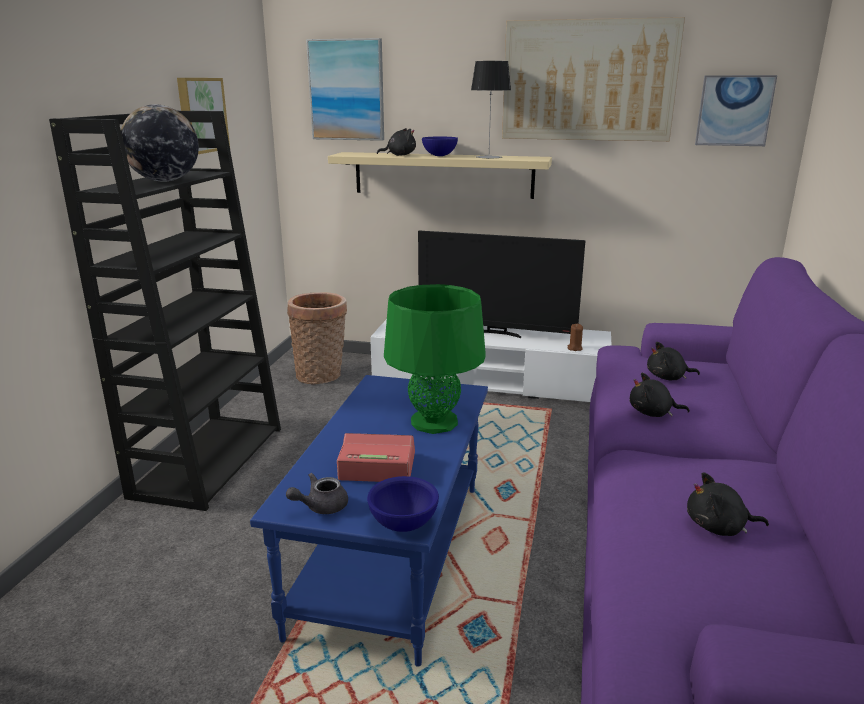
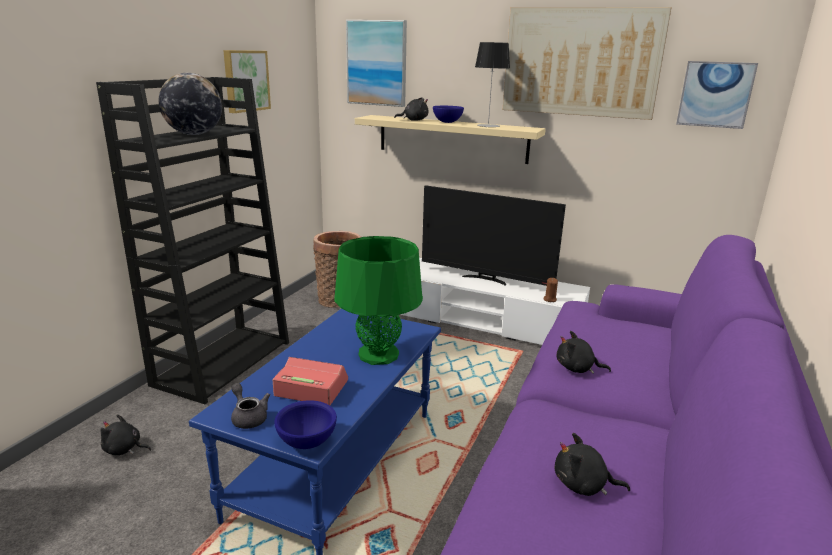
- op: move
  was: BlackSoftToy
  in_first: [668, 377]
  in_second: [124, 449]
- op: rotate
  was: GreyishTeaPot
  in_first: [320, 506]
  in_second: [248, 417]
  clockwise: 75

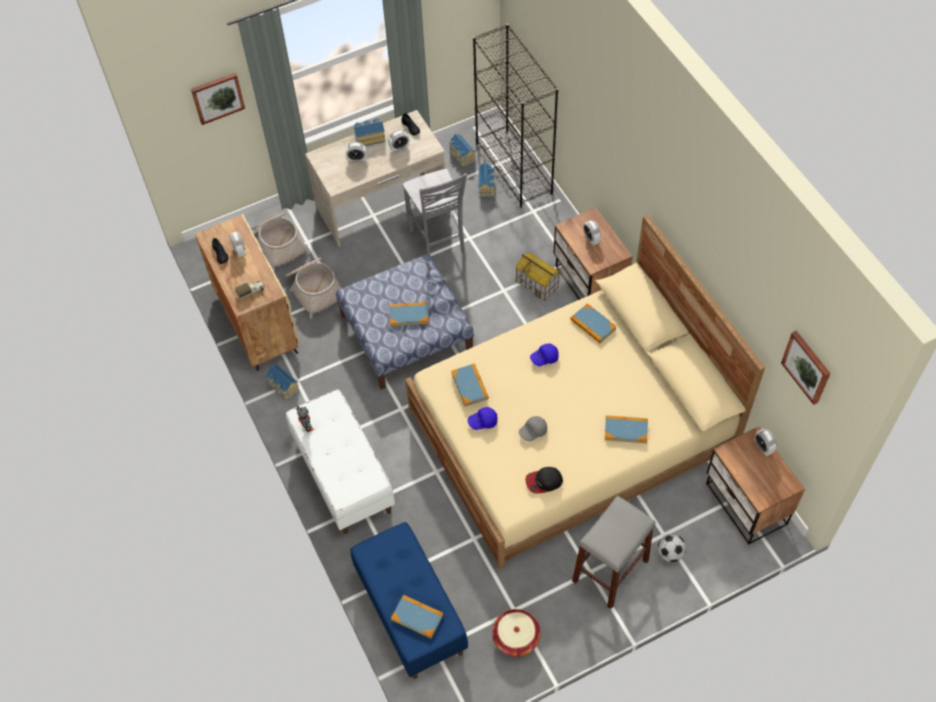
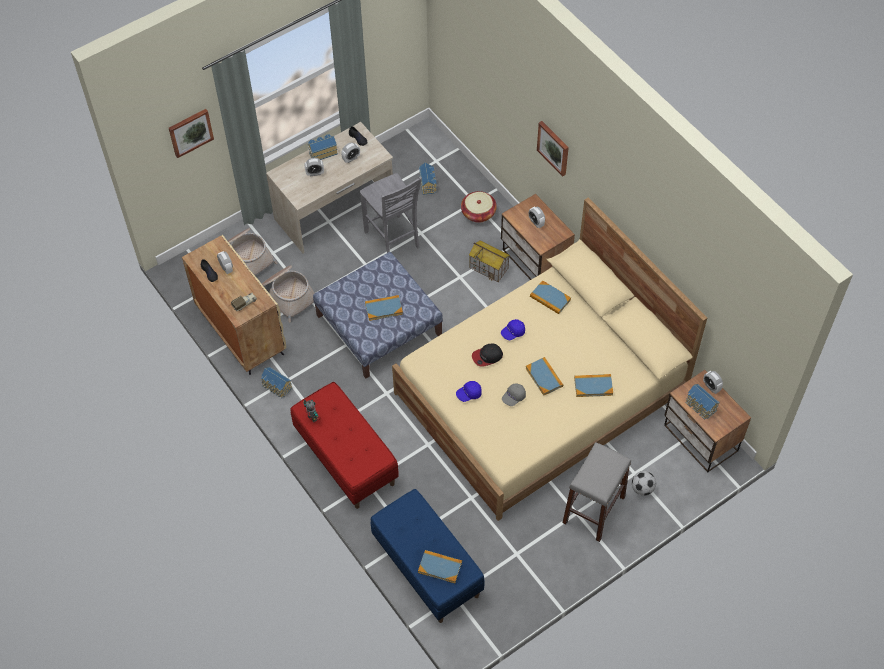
- op: delete
  was: BlackBookcase
  in_first: [514, 168]
- op: move
  was: ToyHouse
  in_first: [461, 156]
  in_second: [700, 406]
- op: move
  was: WallArt
  in_first: [807, 366]
  in_second: [553, 147]
- op: move
  was: BoundBook
  in_first: [470, 386]
  in_second: [544, 377]
- op: recolor
  was: WhiteColouredLongSeat
  now: ReddishLongSeat
  in_first: [343, 475]
  in_second: [345, 458]
- op: move
  was: PeakedCap
  in_first: [544, 481]
  in_second: [487, 356]
- op: move
  was: StorageBasket
  in_first: [516, 638]
  in_second: [478, 213]

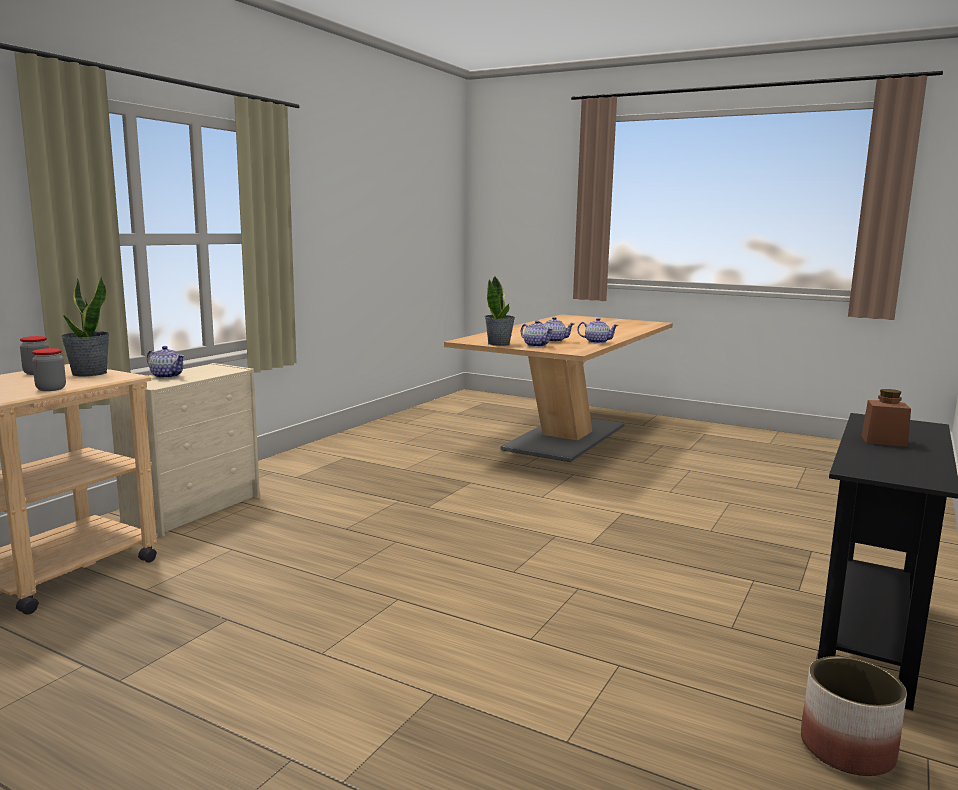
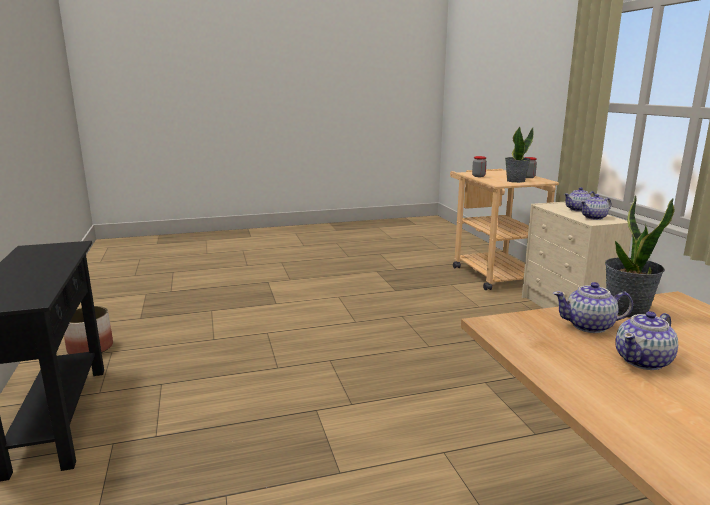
- op: move
  was: TeaPot
  in_first: [596, 342]
  in_second: [594, 218]
- op: delete
  was: BrownishPreserveJar
  in_first: [883, 441]

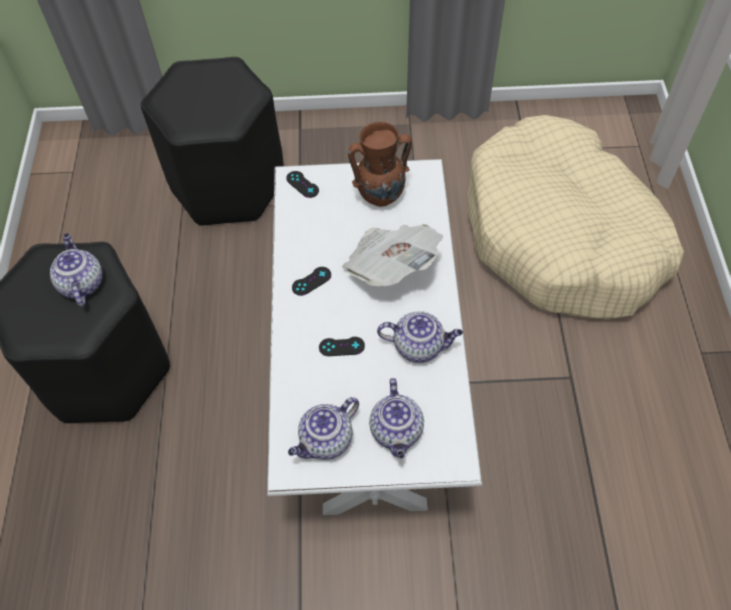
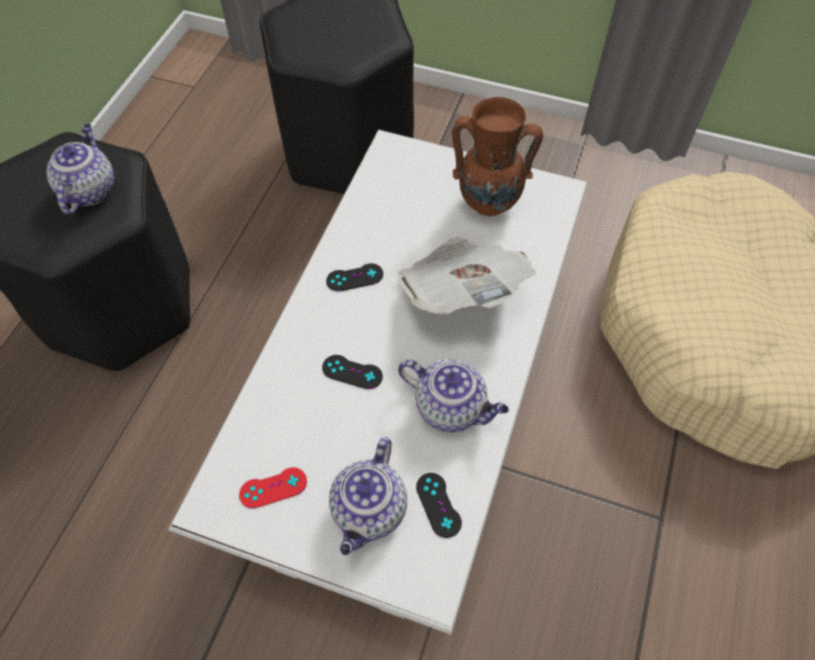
- op: move
  was: BlackGamepad
  in_first: [302, 184]
  in_second: [438, 505]
- op: replace
  was: TeaPot
  now: ReddishGamepad
  in_first: [326, 441]
  in_second: [273, 488]

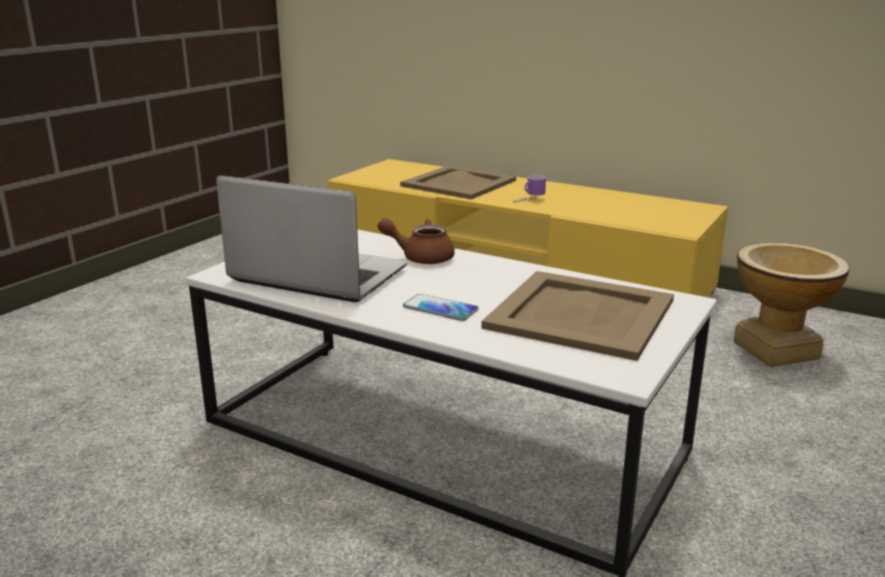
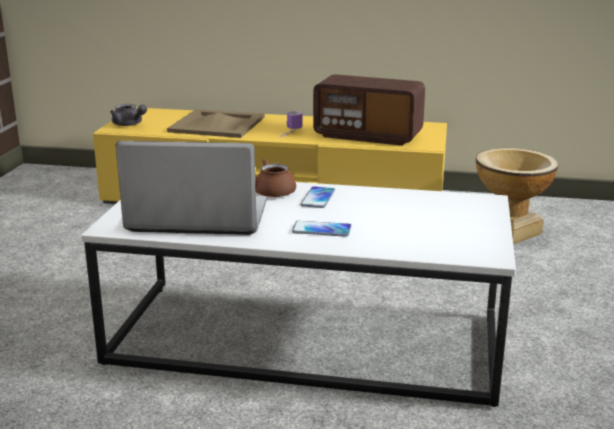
- op: delete
  was: BeigeColouredTray
  in_first: [579, 314]
- op: insert
  now: RadioReceiver
  in_second: [368, 136]
- op: insert
  now: GreyishTeaPot
  in_second: [129, 124]
- op: insert
  now: Telephone
  in_second: [318, 198]

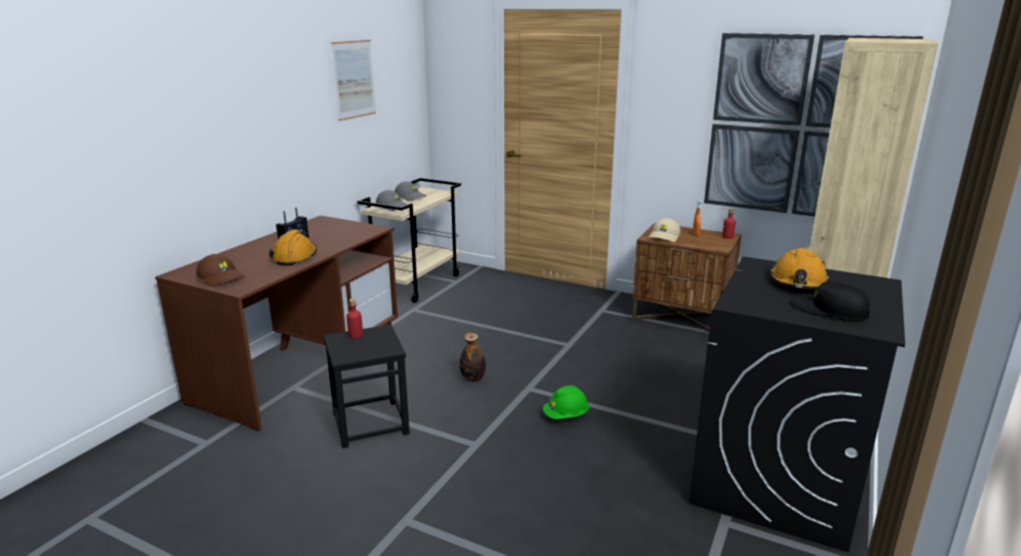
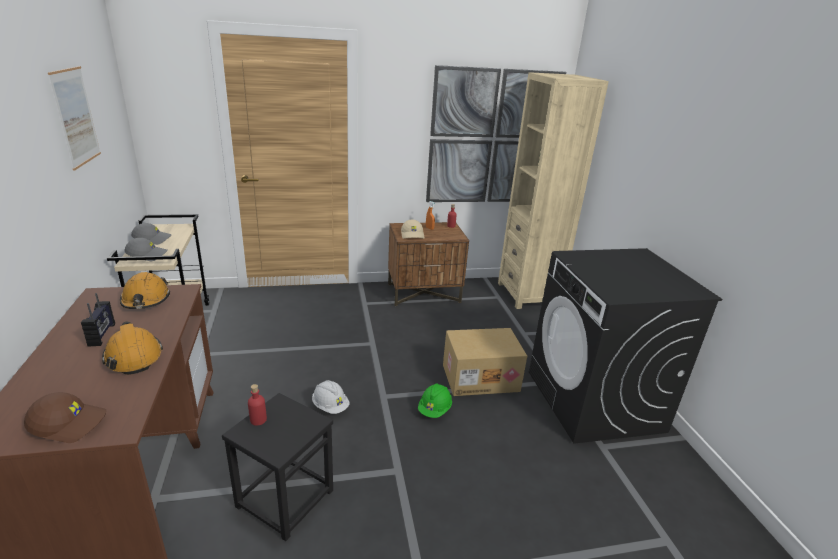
- op: move
  was: OrangeColouredWorkHelmet
  in_first: [798, 282]
  in_second: [146, 300]
- op: delete
  was: BlackPeakedCap
  in_first: [829, 310]
- op: replace
  was: DrinkBottle
  now: WhiteColouredWorkHelmet
  in_first: [473, 378]
  in_second: [330, 406]
- op: insert
  now: Carton
  in_second: [480, 377]

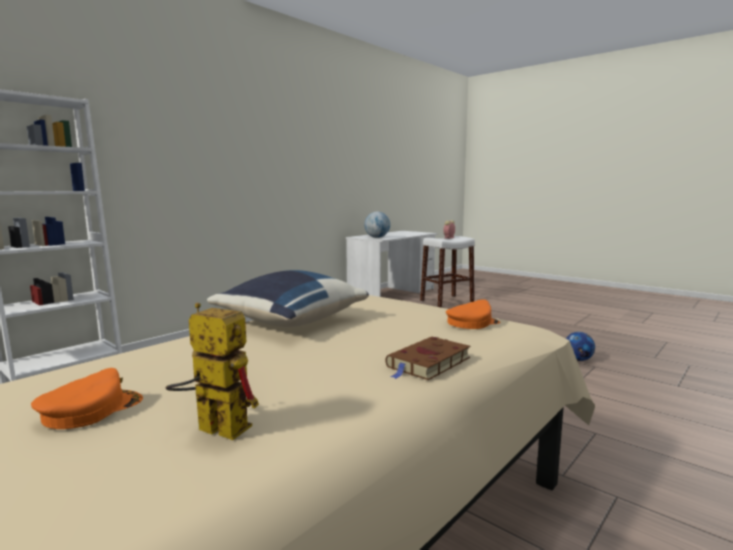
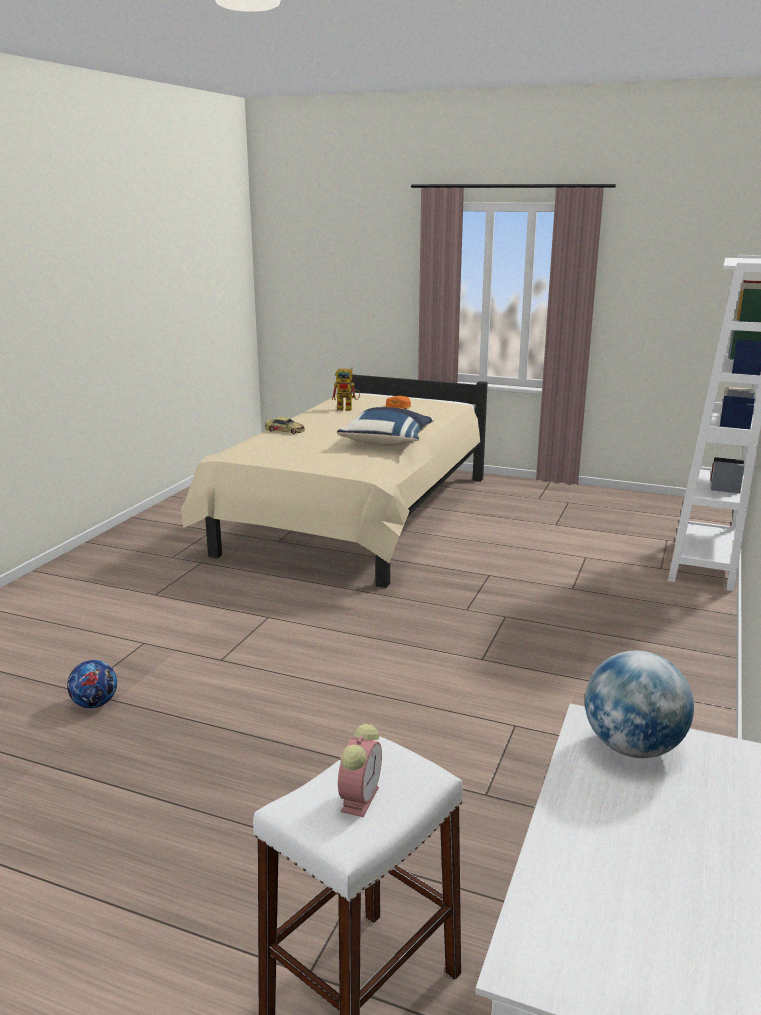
- op: delete
  was: OrangeColouredPeakedCap
  in_first: [472, 323]
- op: replace
  was: BrownishBoundBook
  now: MiniatureCar
  in_first: [428, 363]
  in_second: [285, 430]

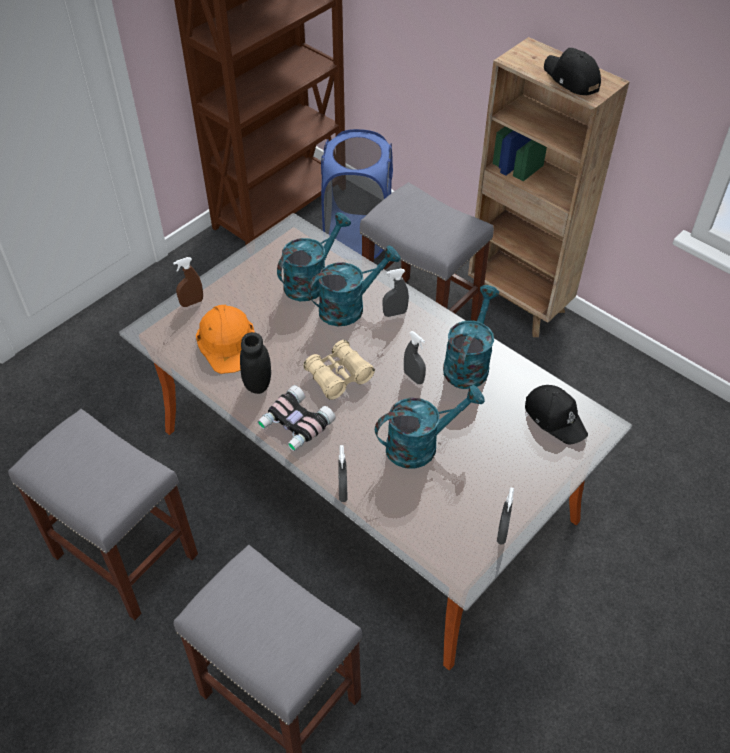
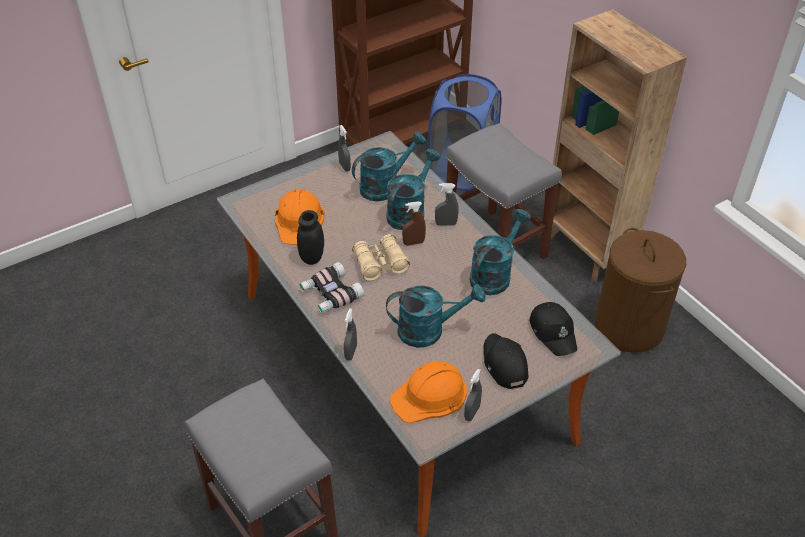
- op: move
  was: BlackPeakedCap
  in_first: [571, 79]
  in_second: [504, 364]
- op: rotate
  was: BlueGreenWateringPot
  in_first: [349, 306]
  in_second: [409, 212]
  clockwise: -45
- op: move
  was: BrownishSprayBottle
  in_first: [192, 302]
  in_second: [413, 242]
- op: move
  was: GreyishSprayBottle
  in_first: [413, 377]
  in_second: [344, 167]
- op: delete
  was: GreyishSittingStool
  in_first: [123, 555]
- op: insert
  now: BrownishHamper
  in_second: [629, 327]
- op: insert
  now: OrangeColouredWorkHelmet
  in_second: [430, 395]

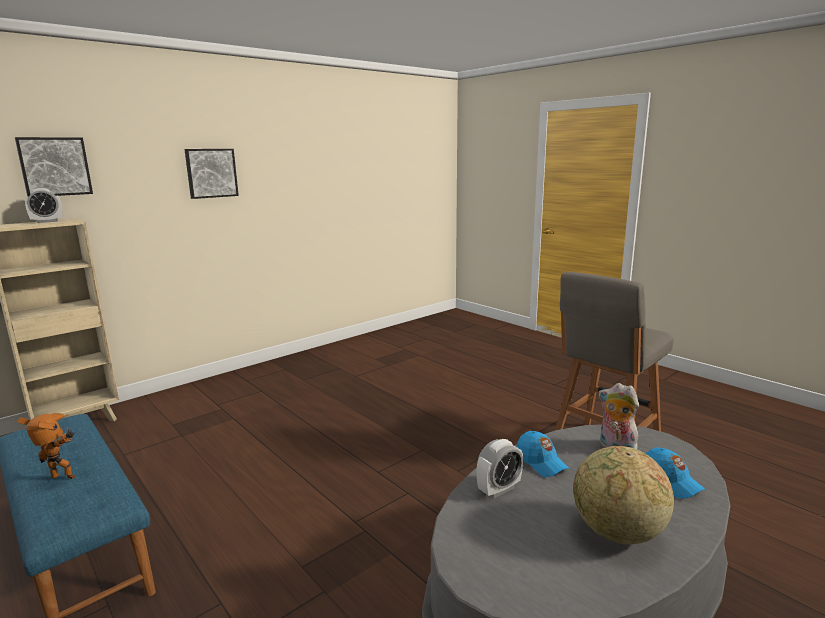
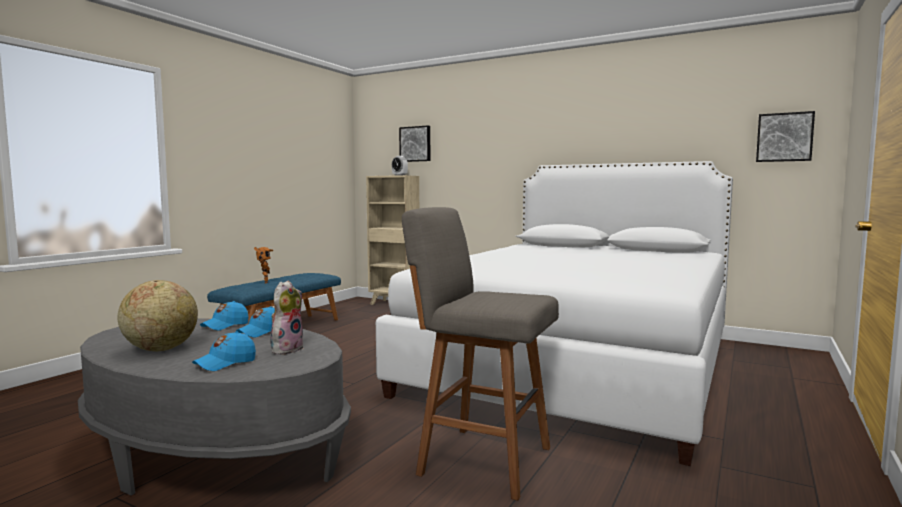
- op: move
  was: WallArt
  in_first: [211, 173]
  in_second: [784, 137]
- op: replace
  was: TableClock
  now: BluePeakedCap
  in_first: [499, 489]
  in_second: [225, 326]
- op: insert
  now: WhiteColouredBed
  in_second: [578, 364]

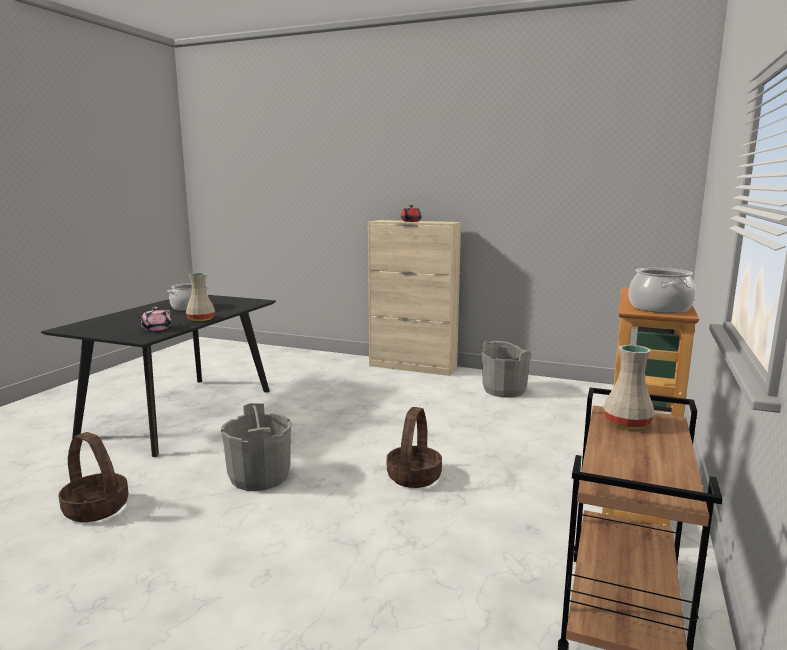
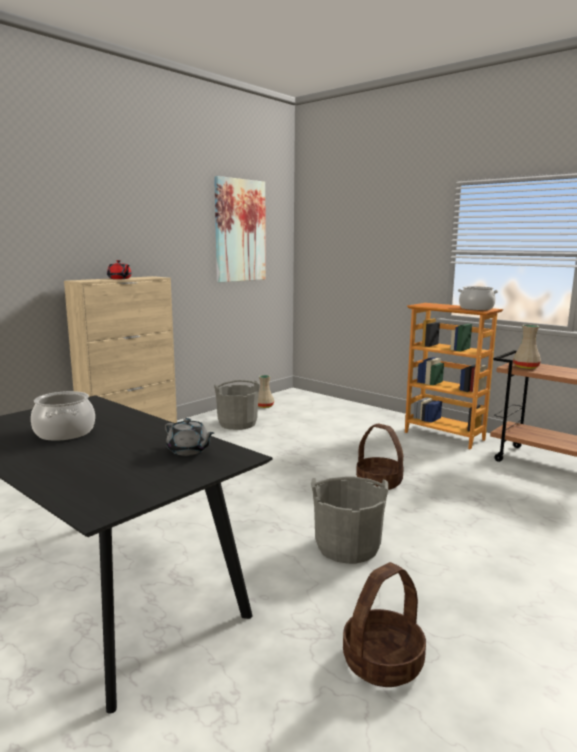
- op: move
  was: BeigeColouredDecorativeVase
  in_first: [201, 319]
  in_second: [265, 406]
- op: recolor
  was: PinkColouredTeaPot
  now: GreyishTeaPot
  in_first: [156, 329]
  in_second: [189, 451]
- op: insert
  now: WallArt
  in_second: [240, 231]

